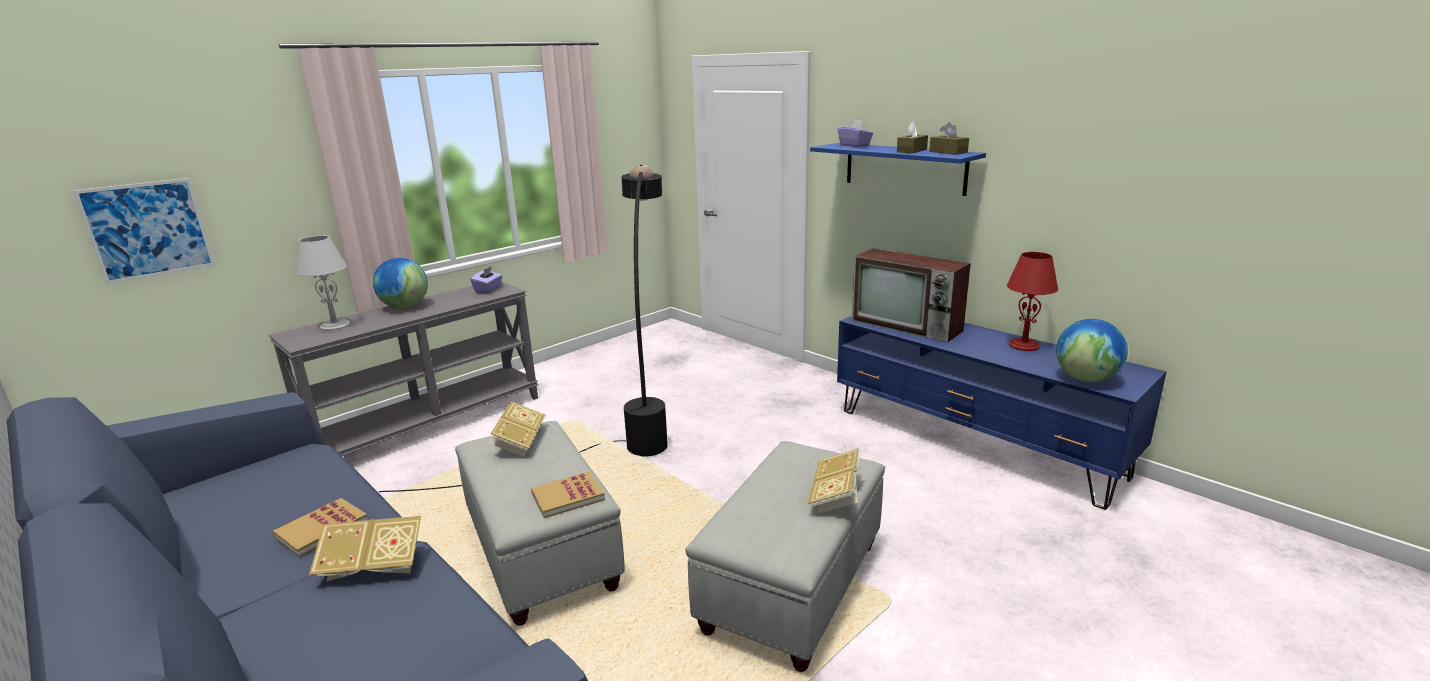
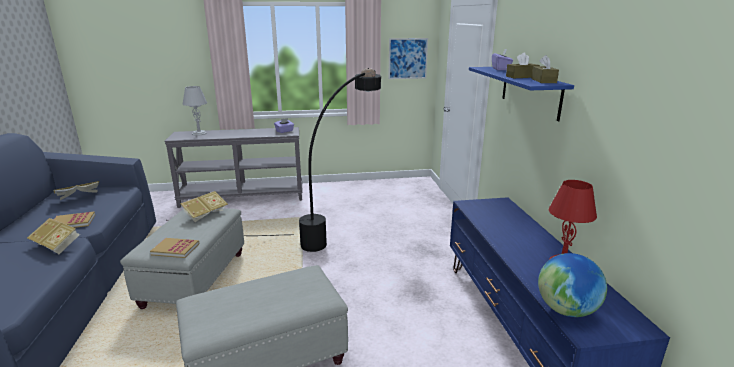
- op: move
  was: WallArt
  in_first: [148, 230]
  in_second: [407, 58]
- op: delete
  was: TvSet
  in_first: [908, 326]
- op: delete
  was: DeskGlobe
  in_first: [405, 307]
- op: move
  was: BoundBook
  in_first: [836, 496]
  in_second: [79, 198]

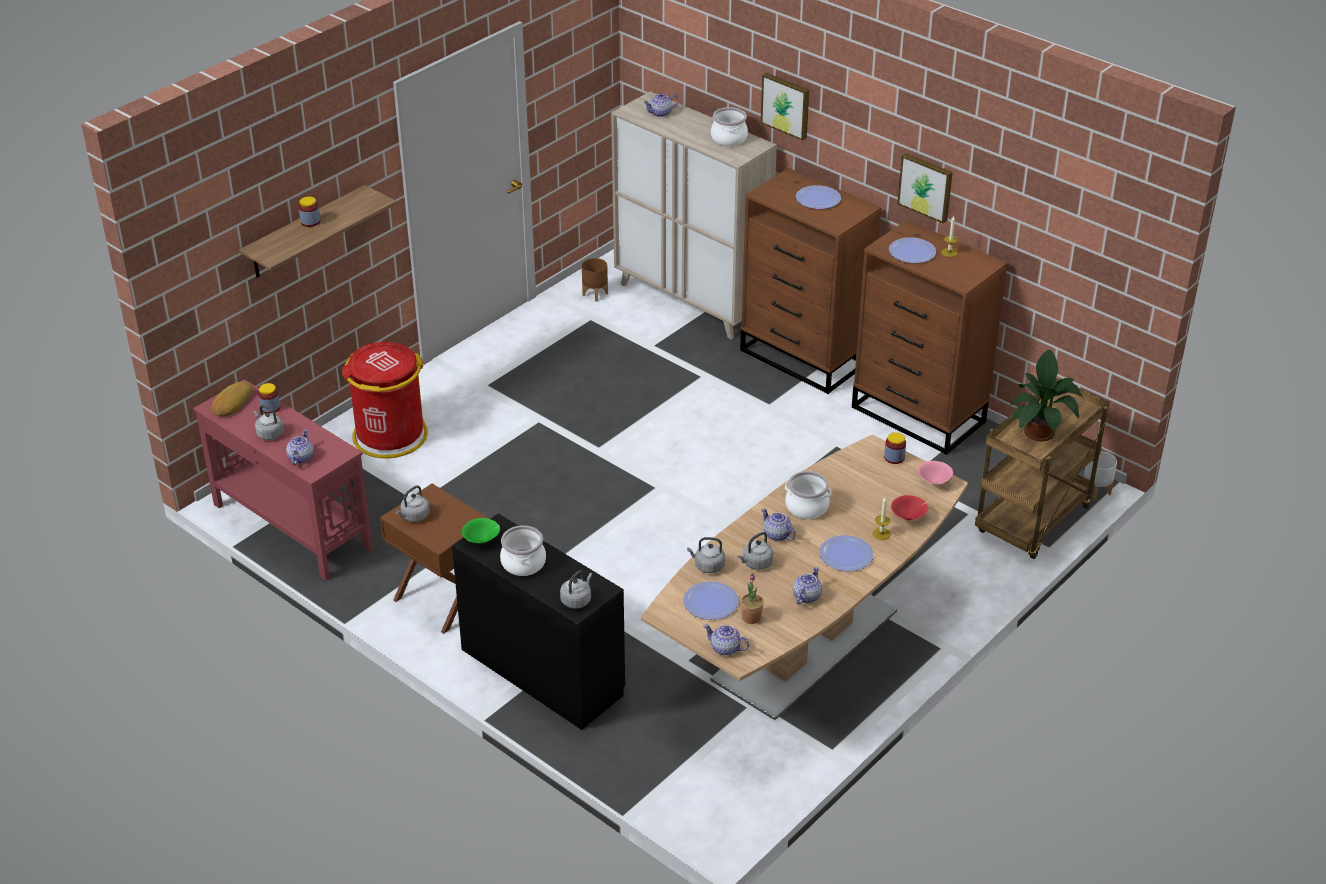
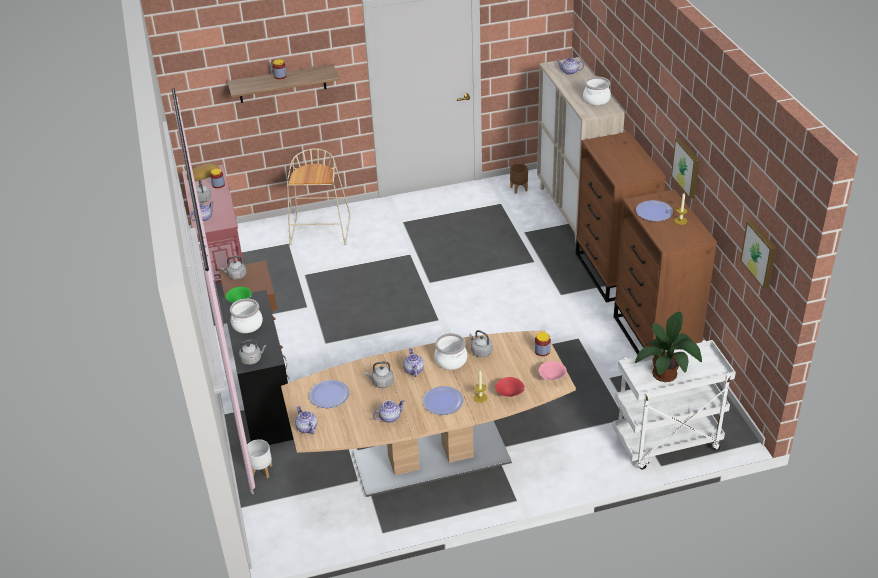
- op: move
  was: WallArt
  in_first: [786, 105]
  in_second: [760, 253]
- op: delete
  was: DinnerPlate
  in_first: [818, 198]
- op: replace
  was: ReddishWasteBin
  now: BeigeColouredSittingStool
  in_first: [389, 436]
  in_second: [321, 232]
- op: recolor
  was: BrownishWheeledCart
  now: WhiteColouredWheeledCart
  in_first: [1033, 522]
  in_second: [666, 444]
- op: move
  was: WhiteColouredPlantPot
  in_first: [1096, 491]
  in_second: [262, 471]
- op: move
  was: GreyishTeaKettle
  in_first: [707, 566]
  in_second: [480, 351]
- op: delete
  was: Houseplant
  in_first: [751, 617]

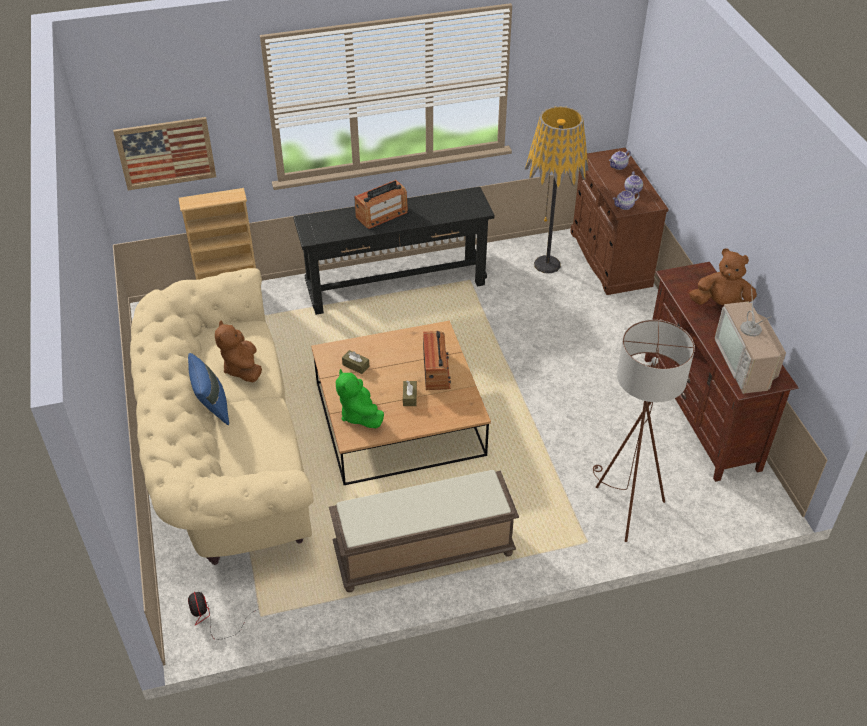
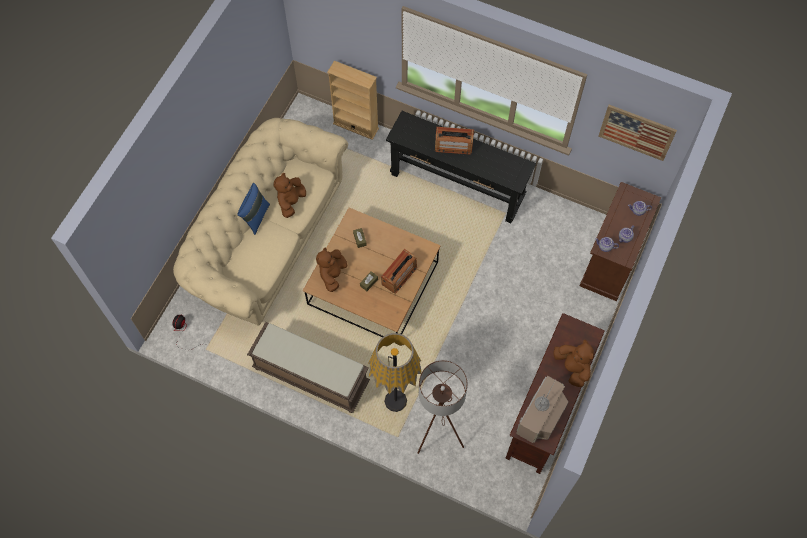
- op: move
  was: FloorLamp
  in_first: [547, 264]
  in_second: [395, 401]
- op: move
  was: WallArt
  in_first: [166, 153]
  in_second: [636, 132]
- op: recolor
  was: GreenishSoftToy
  now: BrownishSoftToy
  in_first: [359, 415]
  in_second: [332, 274]

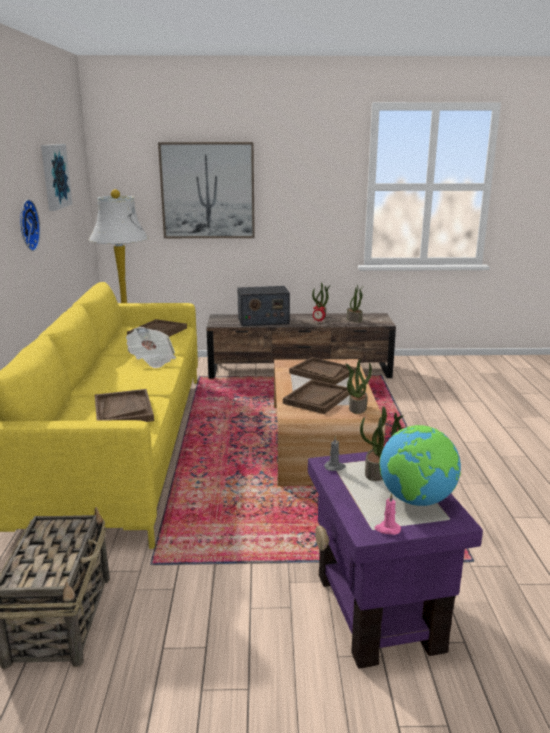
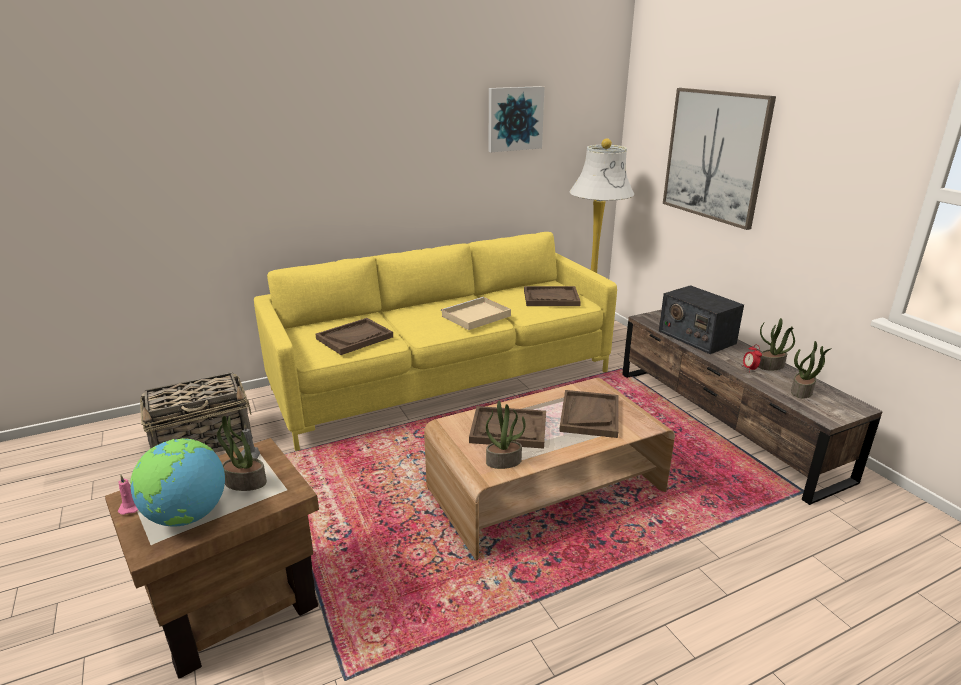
- op: delete
  was: ClockOnTheWall
  in_first: [26, 225]
- op: replace
  was: DailyPaper
  now: BeigeColouredTray
  in_first: [152, 360]
  in_second: [475, 316]
- op: recolor
  was: PurplishSideTable
  now: BrownishSideTable
  in_first: [376, 611]
  in_second: [236, 609]

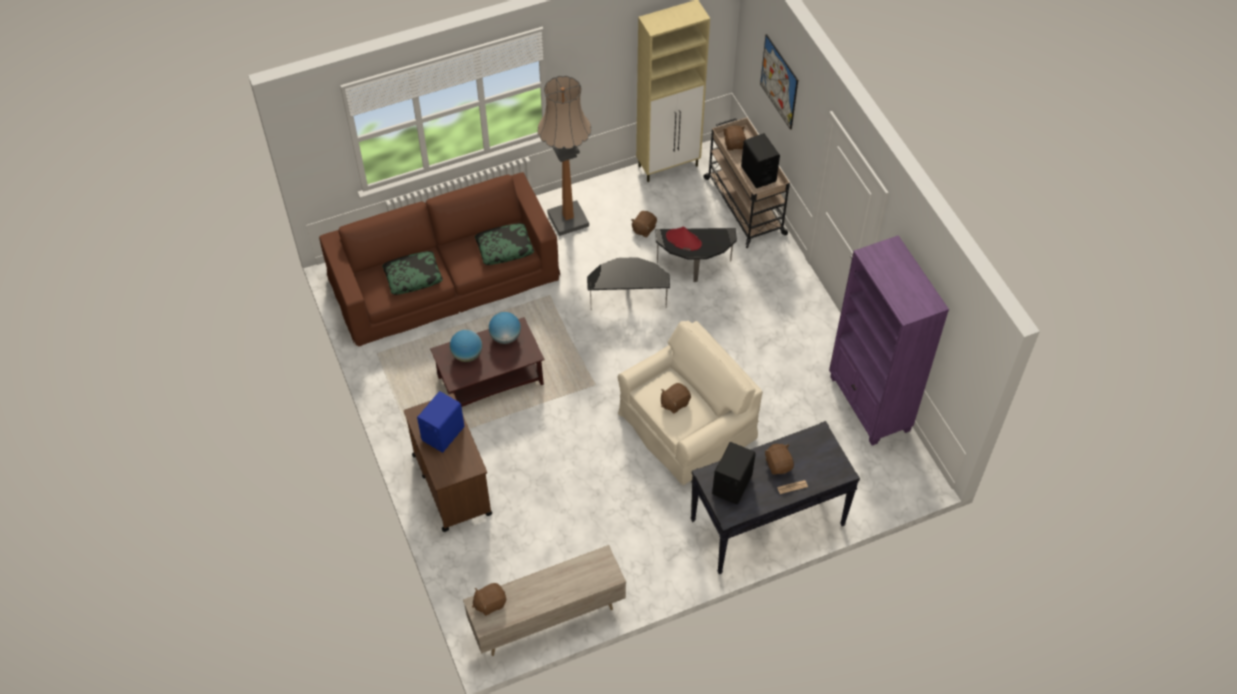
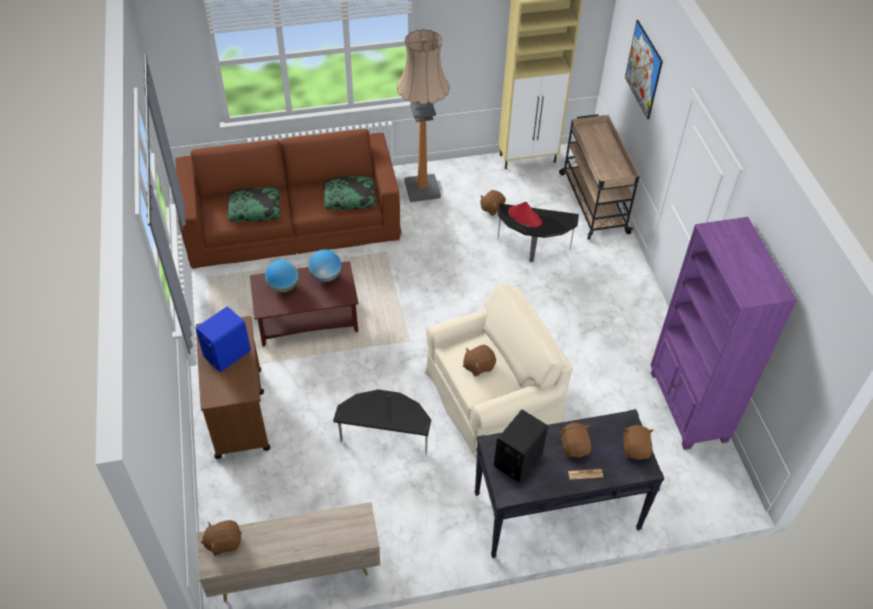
- op: move
  was: BrownishSoftToy
  in_first: [734, 144]
  in_second: [635, 449]
- op: delete
  was: BlackLoudspeaker
  in_first: [758, 174]
- op: move
  was: SideTable
  in_first: [628, 300]
  in_second: [385, 438]

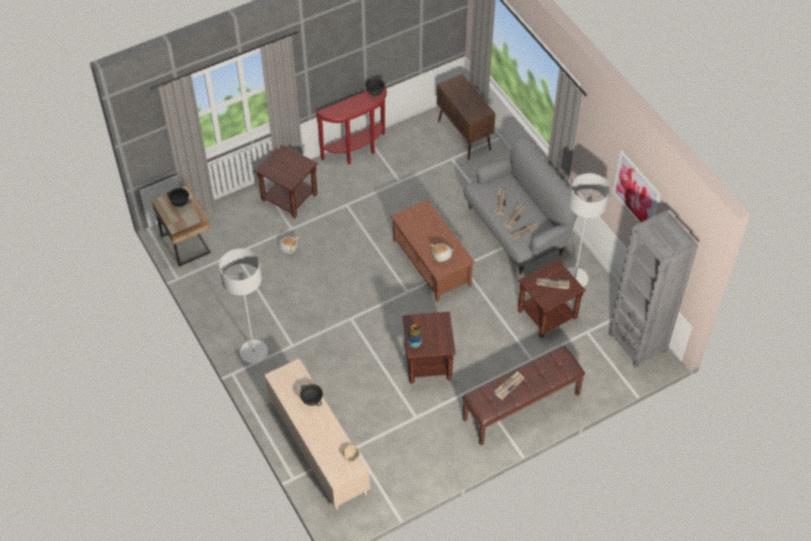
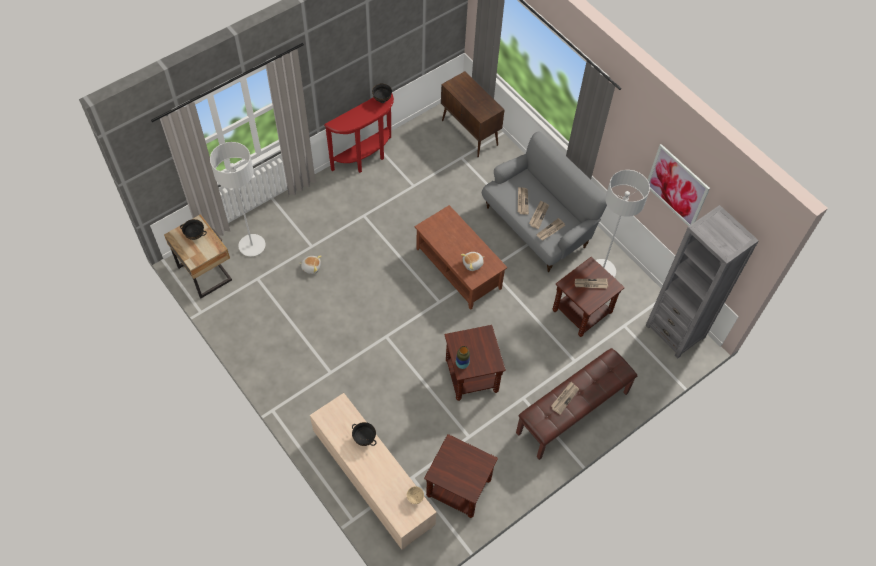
- op: move
  was: BrownishSideTable
  in_first: [289, 198]
  in_second: [458, 488]
- op: move
  was: GreyishFloorLamp
  in_first: [254, 352]
  in_second: [252, 246]

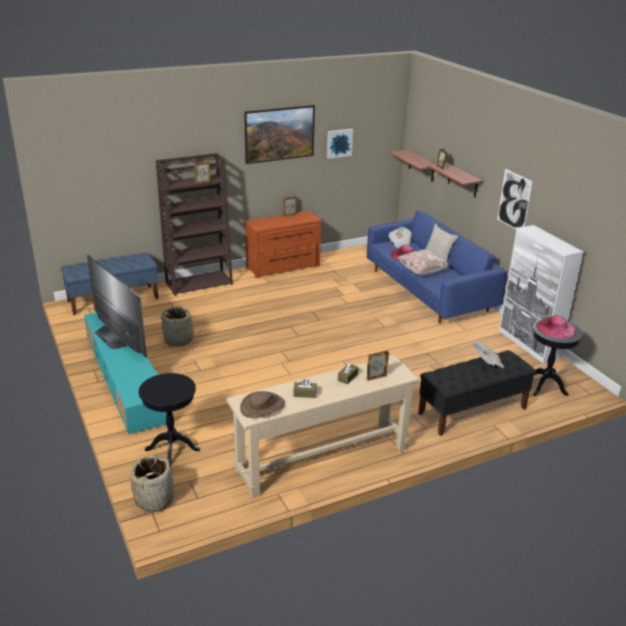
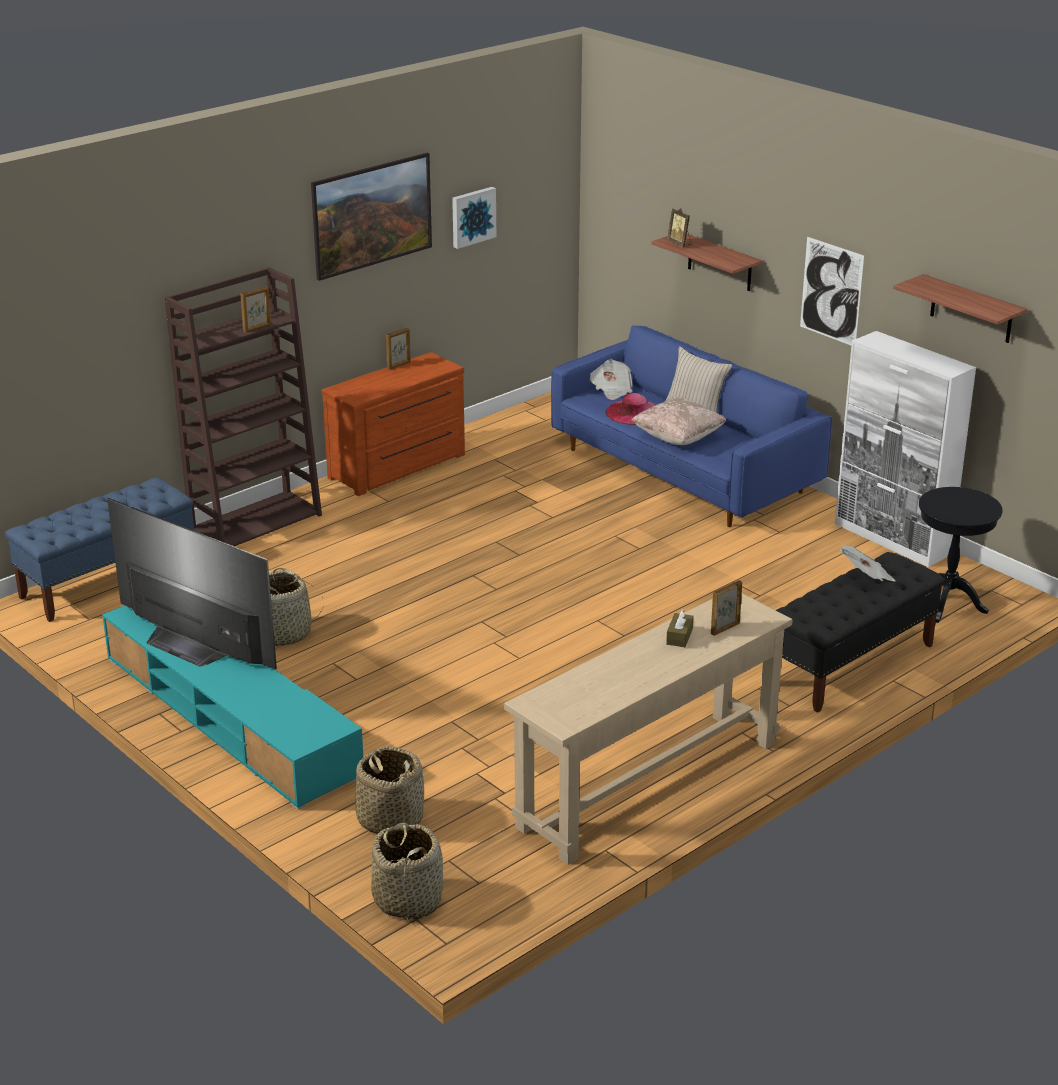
- op: move
  was: WallShelf
  in_first: [421, 166]
  in_second: [971, 309]
- op: delete
  was: PinkColouredHat
  in_first: [556, 328]
- op: replace
  was: BlackSideTable
  now: StorageBasket
  in_first: [172, 450]
  in_second: [390, 818]
- op: delete
  was: BrownishTissueBox
  in_first: [304, 394]
- op: delete
  was: BrownishHat
  in_first: [262, 406]

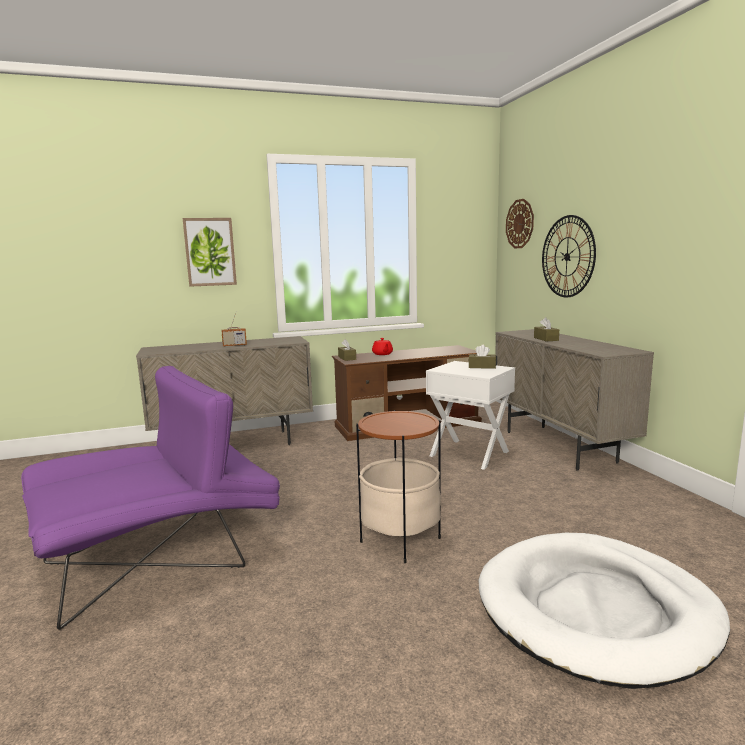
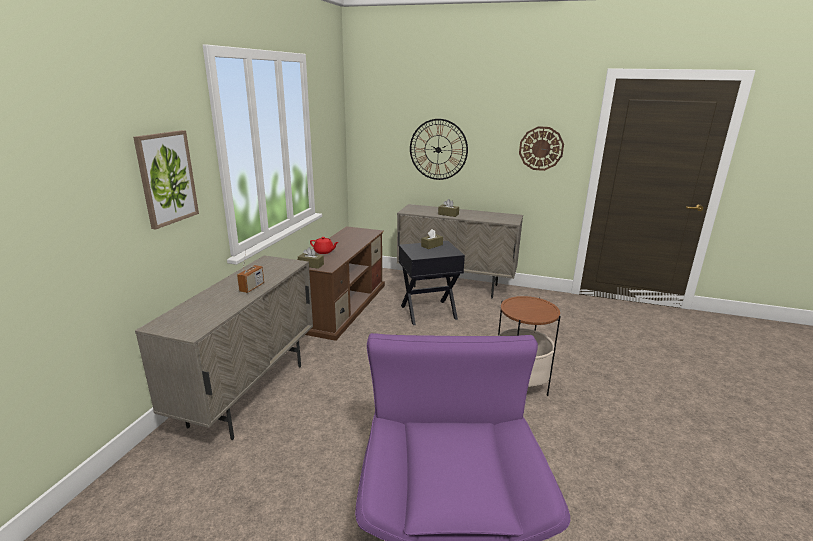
- op: move
  was: ClockOnTheWall
  in_first: [520, 224]
  in_second: [541, 148]
- op: recolor
  was: WhiteColouredSideTable
  now: BlackSideTable
  in_first: [468, 454]
  in_second: [428, 312]
- op: delete
  was: WhiteColouredDogBed
  in_first: [596, 610]

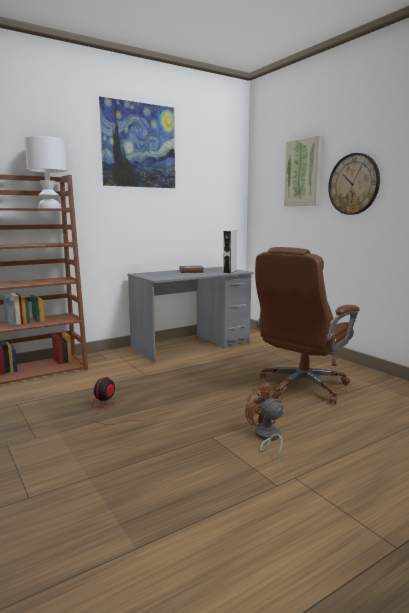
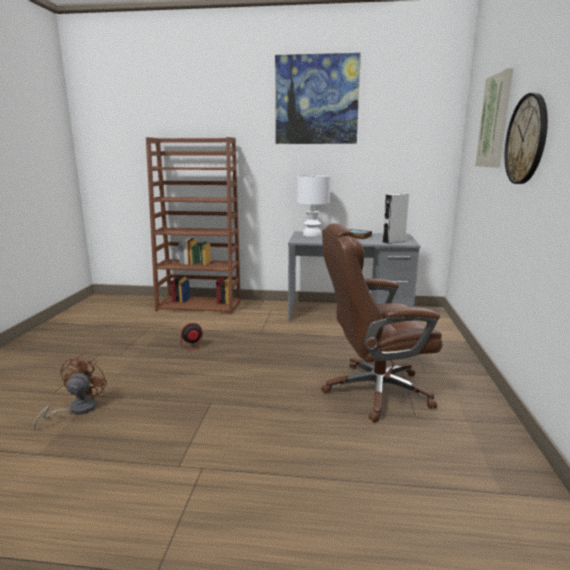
- op: move
  was: WhiteColouredLampForATable
  in_first: [49, 208]
  in_second: [312, 234]
- op: move
  was: BrownishElectricFan
  in_first: [266, 438]
  in_second: [76, 409]

